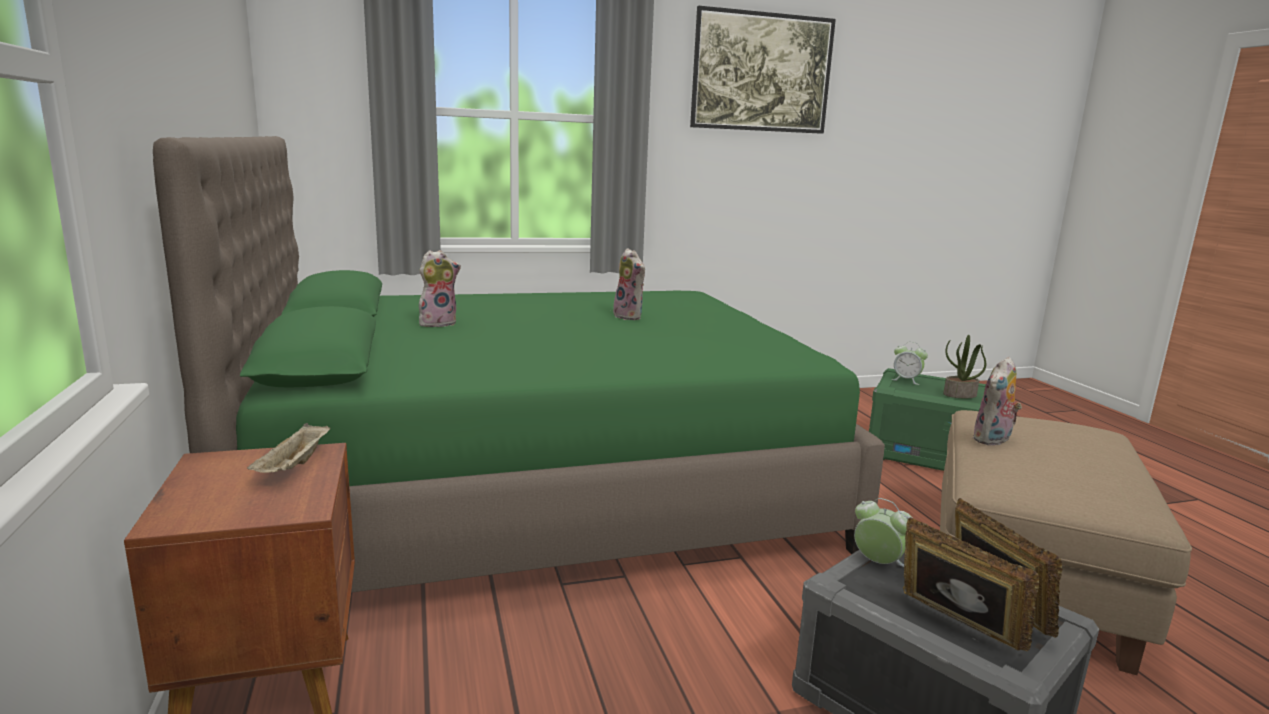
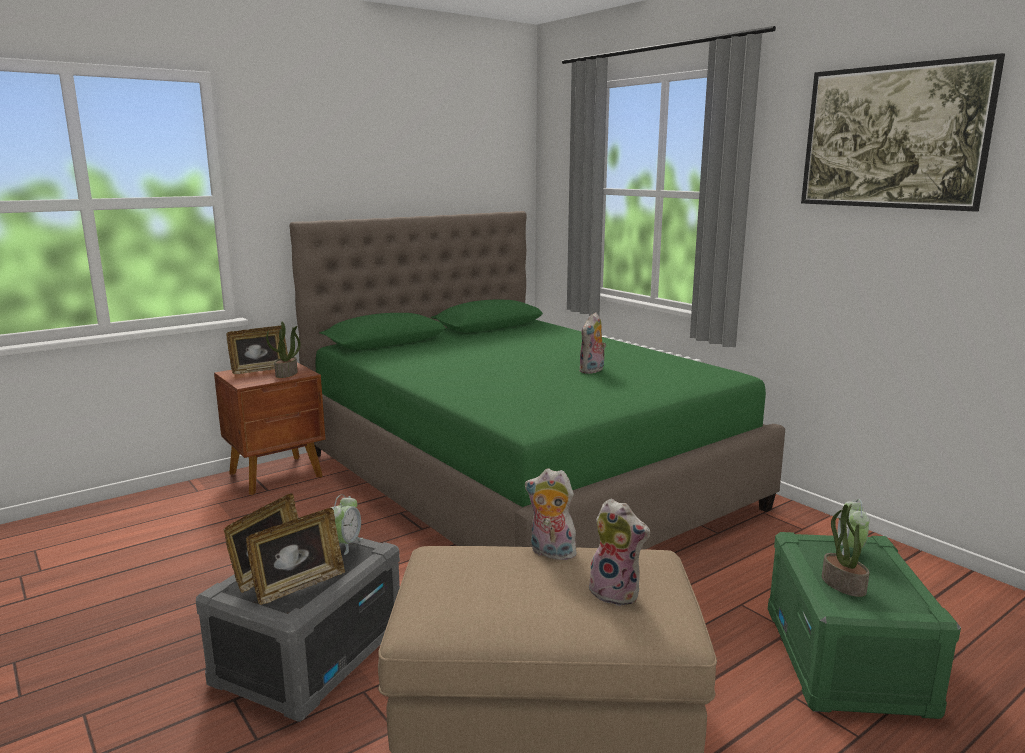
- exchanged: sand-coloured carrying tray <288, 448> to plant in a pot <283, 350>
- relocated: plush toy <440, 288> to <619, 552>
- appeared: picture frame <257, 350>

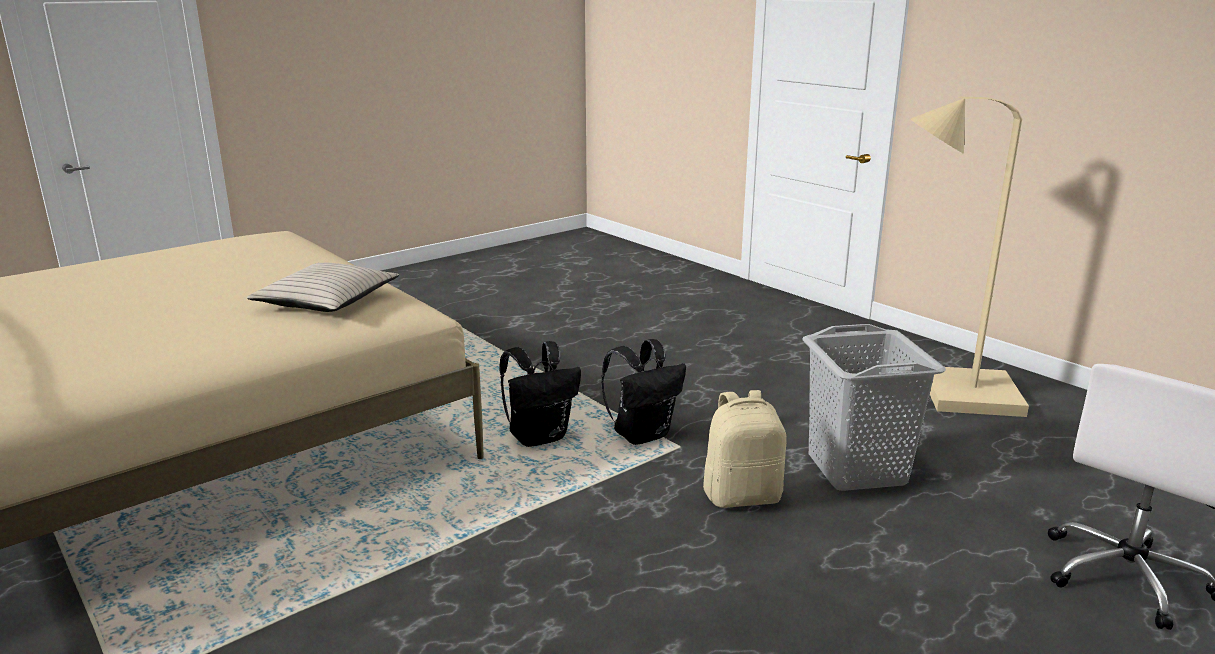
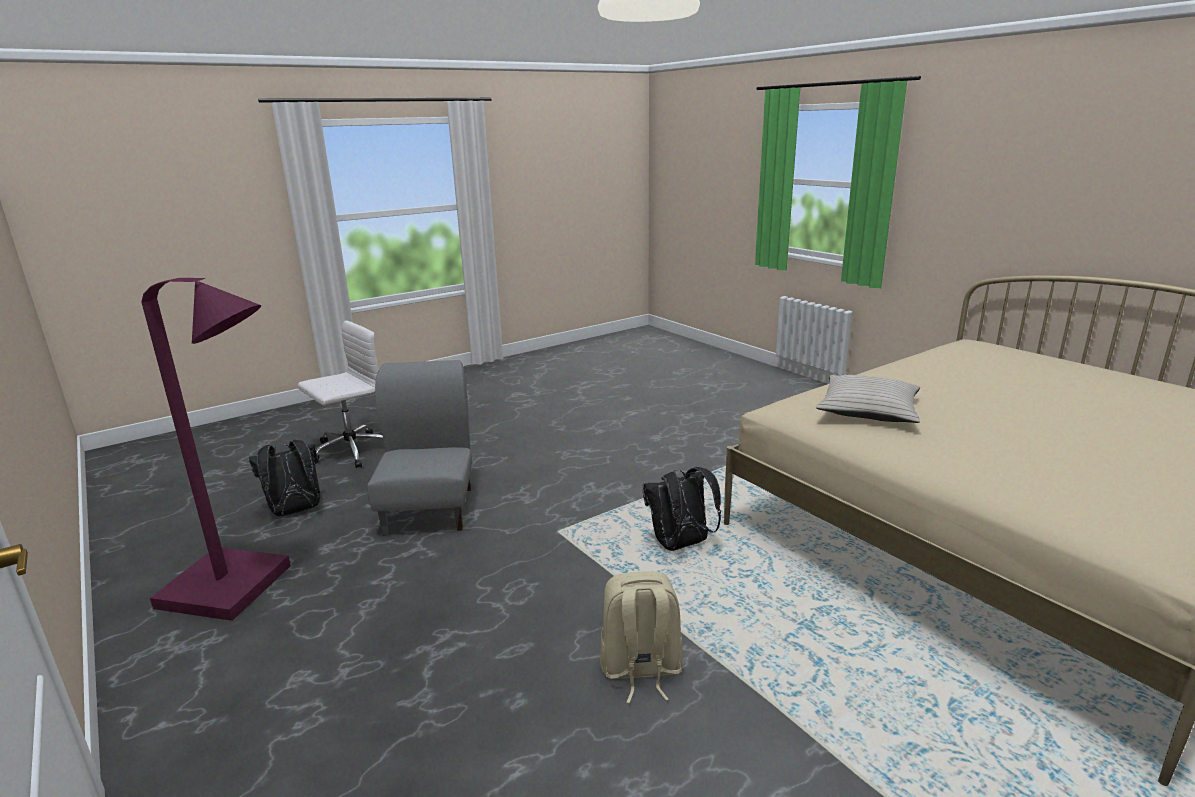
- relocated: blackish rucksack <643, 392> to <284, 478>
- relocated: sand-coloured rucksack <744, 449> to <641, 637>
- exchanged: gray laundry basket <874, 407> to gray upright chair <419, 448>
- colour: sand-coloured floor lamp <969, 257> to purple-coloured floor lamp <216, 449>

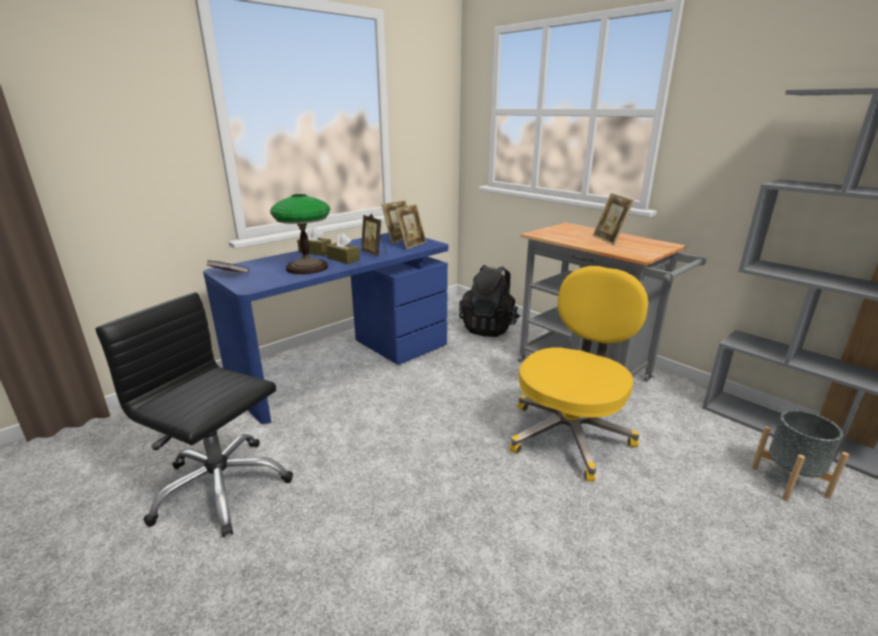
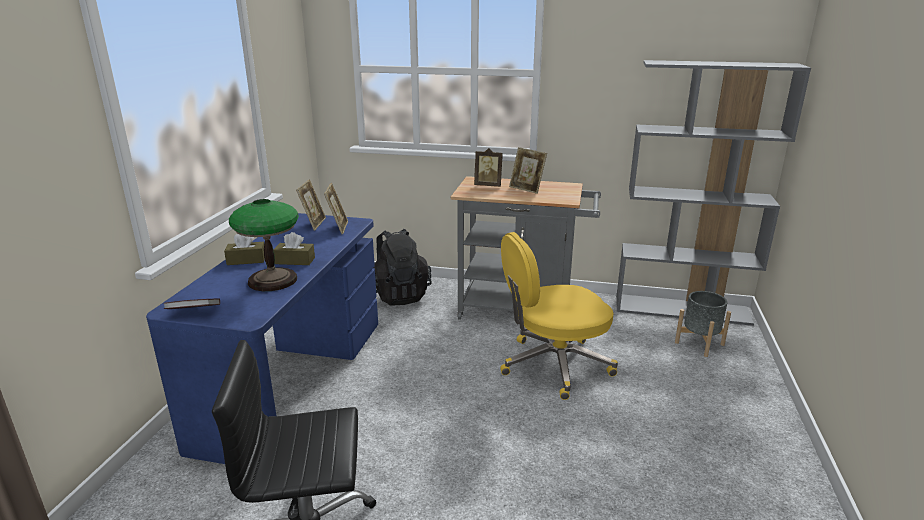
- relocated: picture frame <374, 234> to <488, 167>
- spun: yellow desk chair <579, 373> = <559, 316> 105 degrees counterclockwise

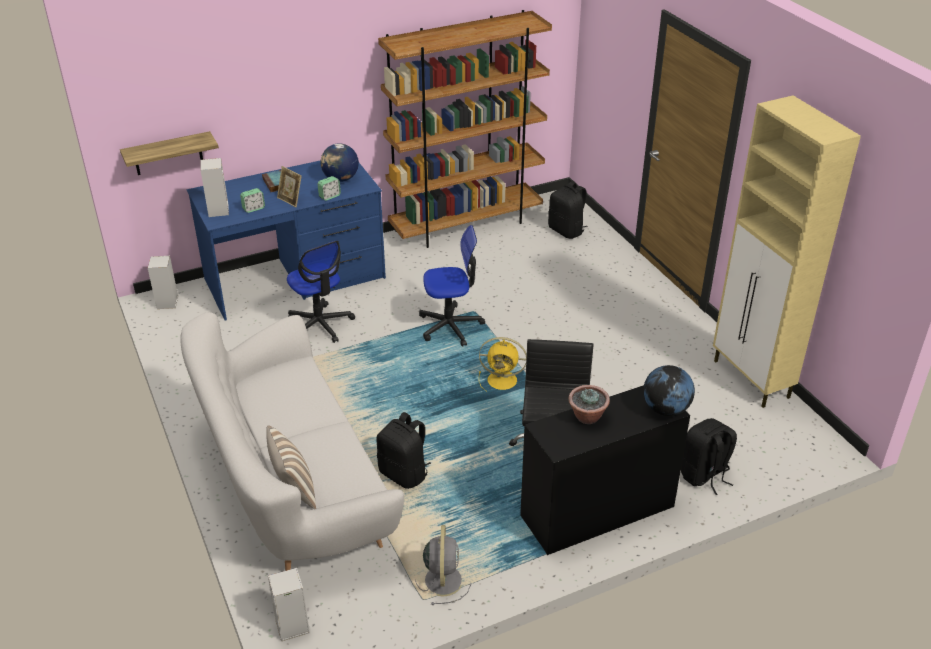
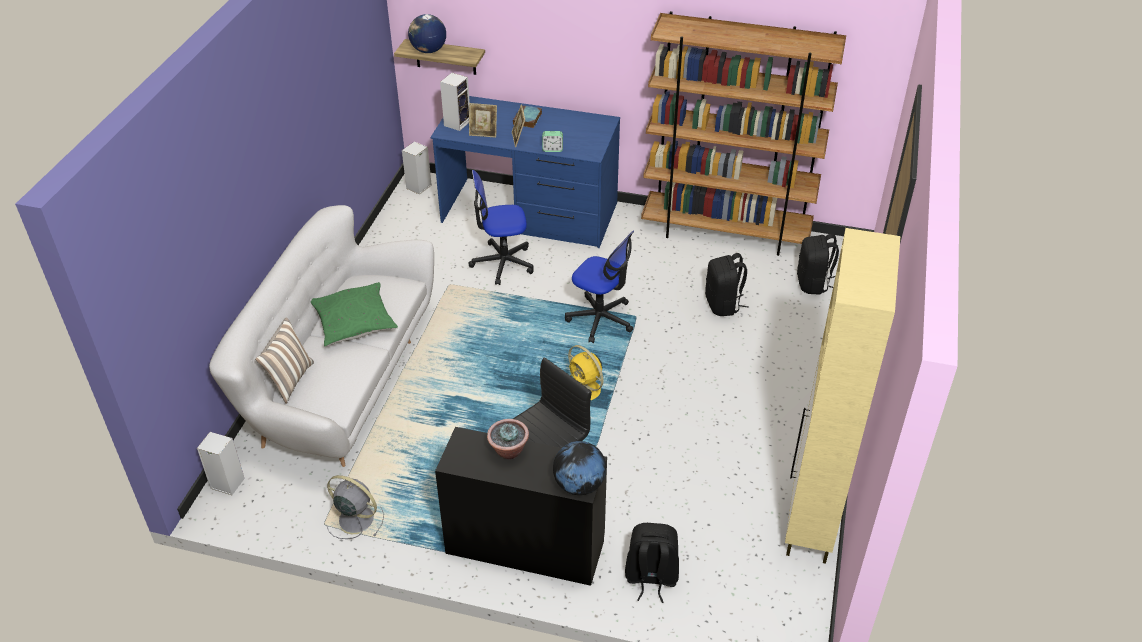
- exchanged: alarm clock <252, 200> to picture frame <483, 120>
- spun: desk chair <321, 291> = <501, 227> 75 degrees clockwise
- relocated: world globe <339, 162> to <427, 33>
- relocated: blackish rucksack <404, 450> to <727, 284>
- spun: gray electric fan <443, 565> = <355, 507> 105 degrees counterclockwise
- appeared: green pillow <354, 314>

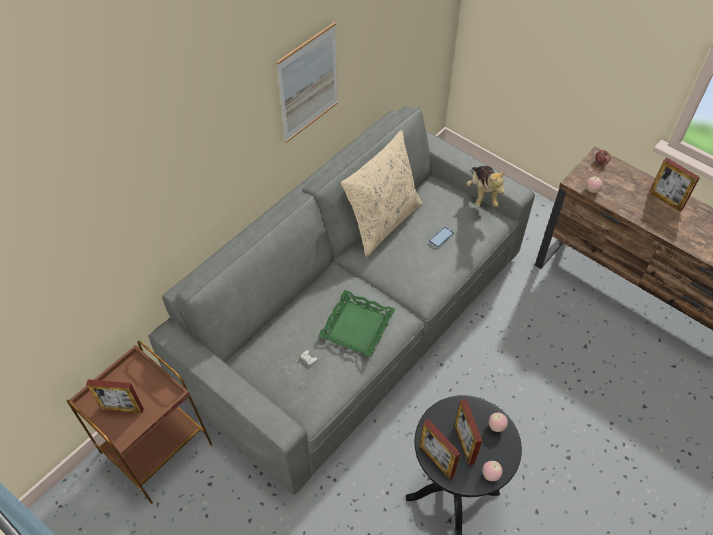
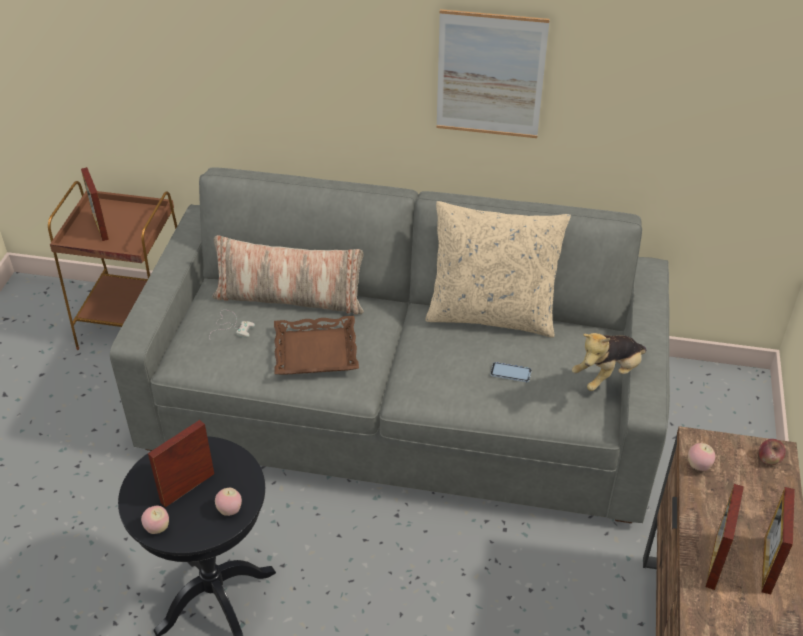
- colour: green carrying tray <356, 323> to brown-coloured carrying tray <316, 345>
- relocated: picture frame <440, 449> to <724, 537>
- appeared: pillow <288, 274>

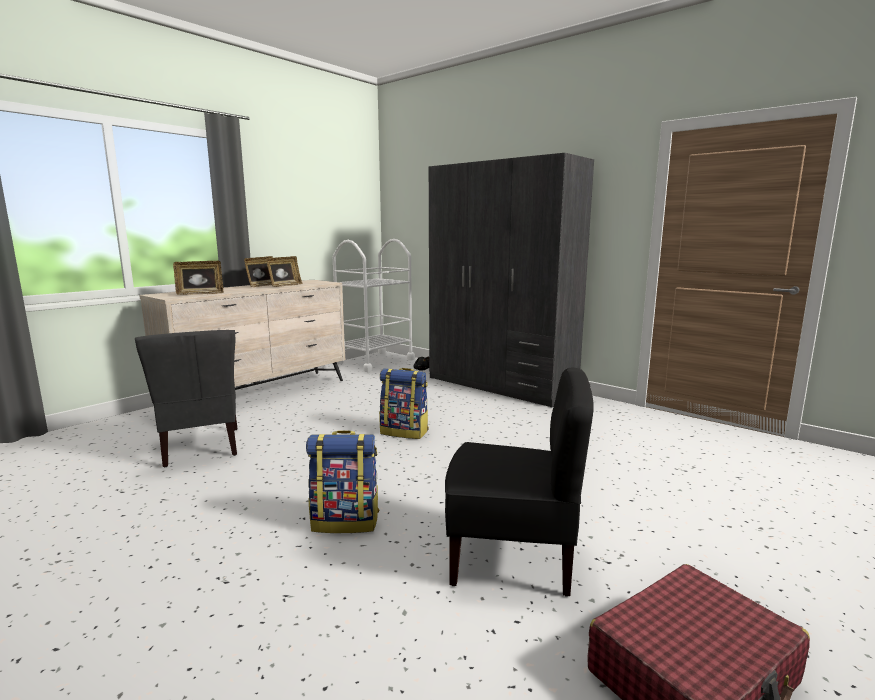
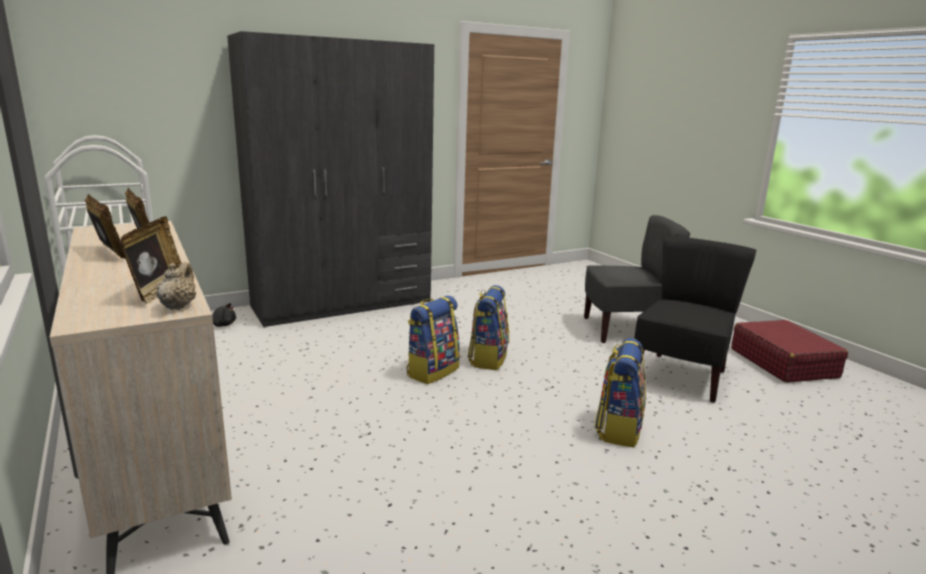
- relocated: gray upright chair <186, 398> to <637, 279>
- appeared: sand-coloured teapot <176, 286>
- appeared: rucksack <488, 327>

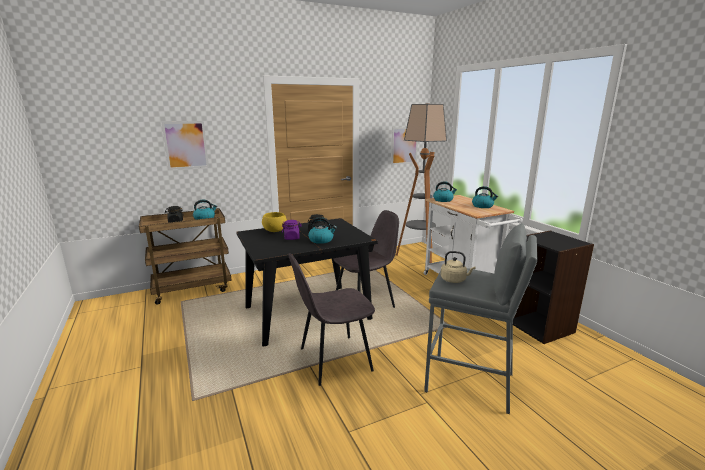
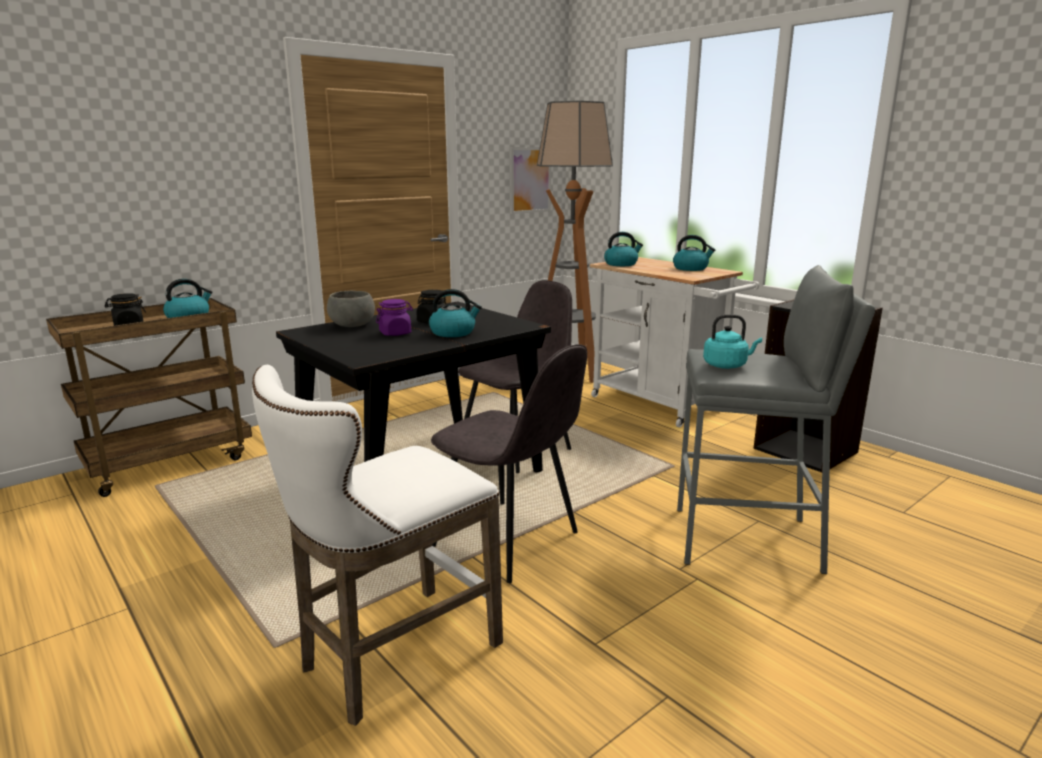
- missing: wall picture <185, 145>
- colour: yellow bowl <274, 222> to gray bowl <351, 309>
- spun: gray upright chair <331, 319> = <509, 463> 105 degrees counterclockwise
- colour: sand-coloured kettle <458, 267> to turquoise-coloured kettle <732, 341>
- appeared: whitish stool <377, 545>

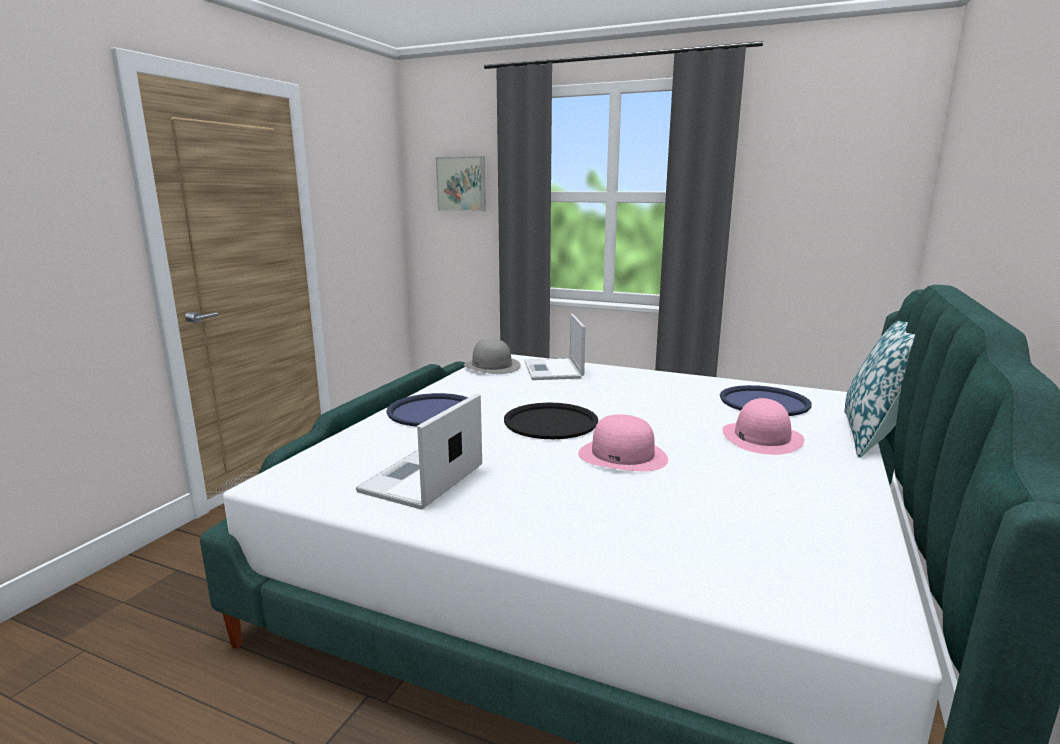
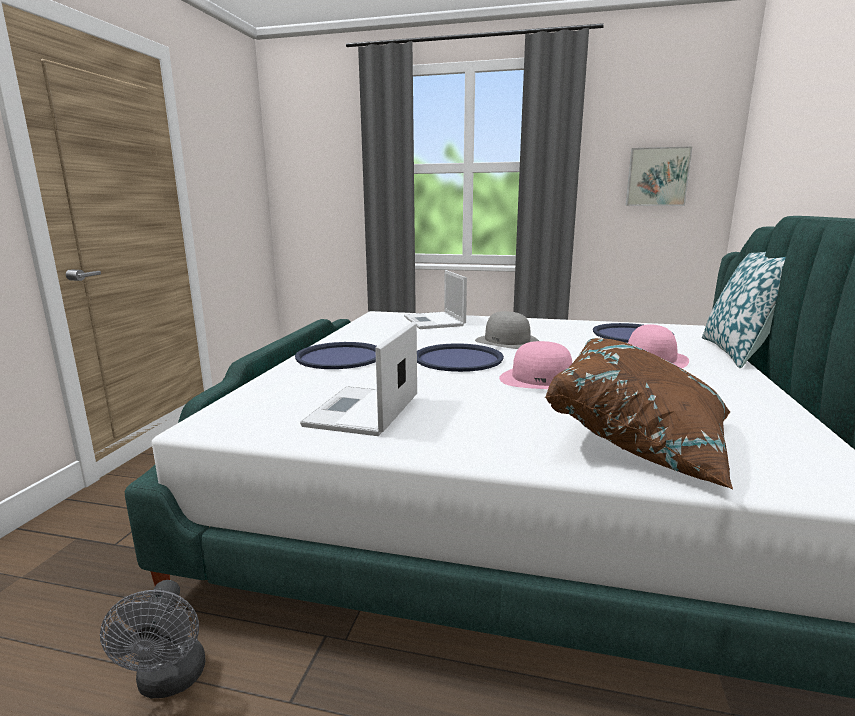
- relocated: wall picture <461, 183> to <659, 176>
- relocated: gray clothing hat <492, 356> to <507, 330>
- colour: blackish carrying tray <551, 421> to bluish carrying tray <460, 357>
- appeared: gray electric fan <153, 639>
- appeared: brown-coloured pillow <639, 413>

